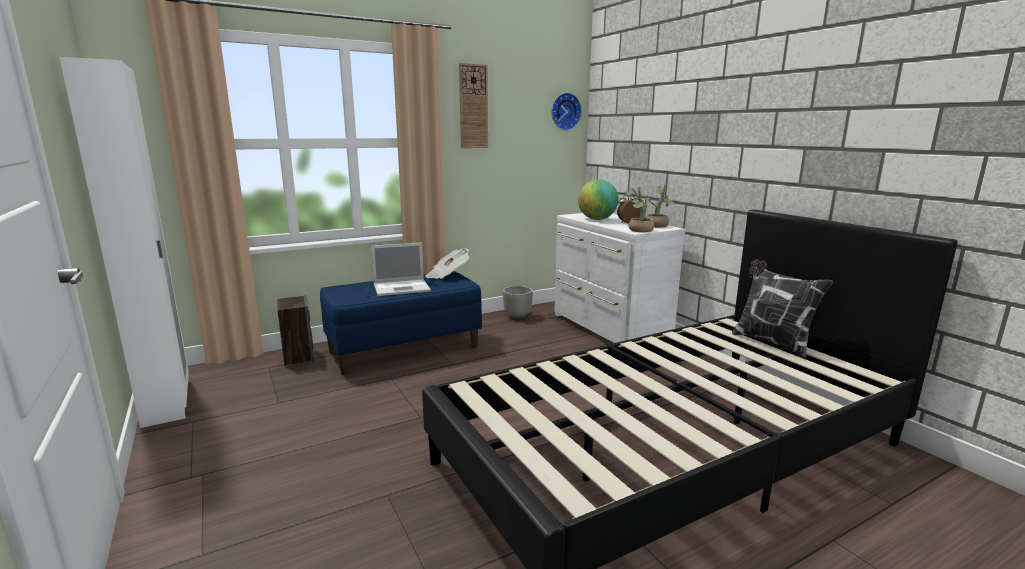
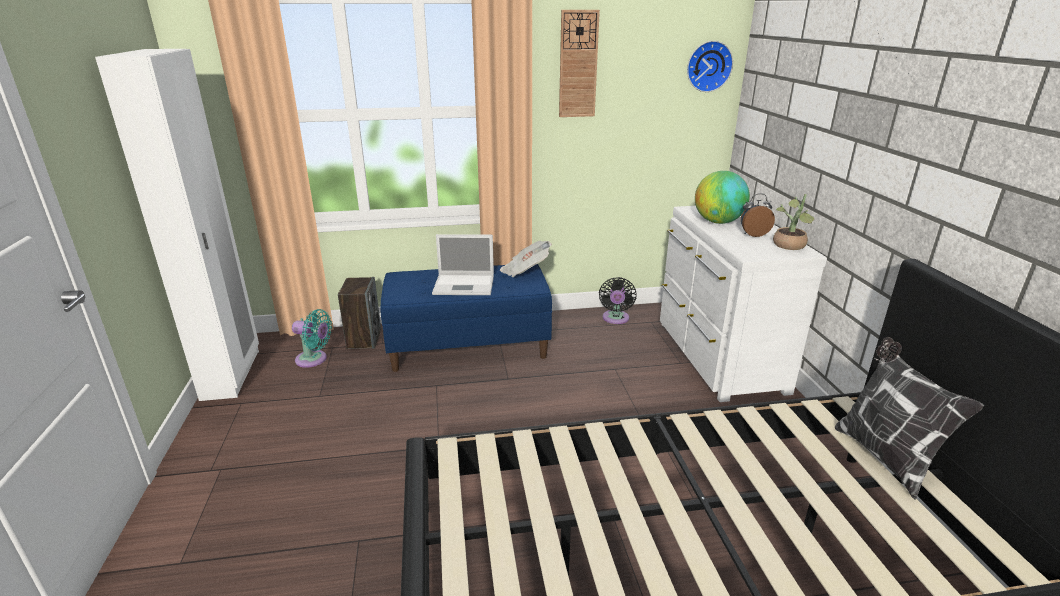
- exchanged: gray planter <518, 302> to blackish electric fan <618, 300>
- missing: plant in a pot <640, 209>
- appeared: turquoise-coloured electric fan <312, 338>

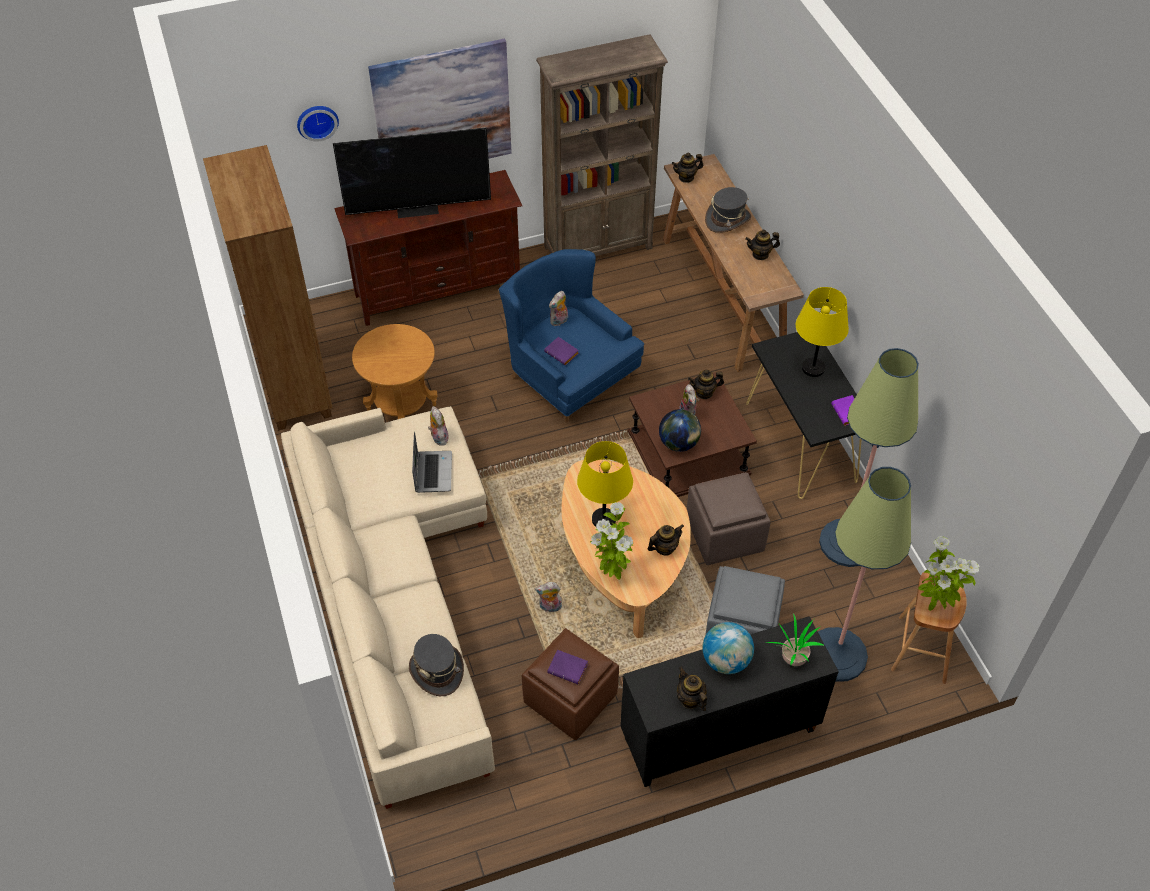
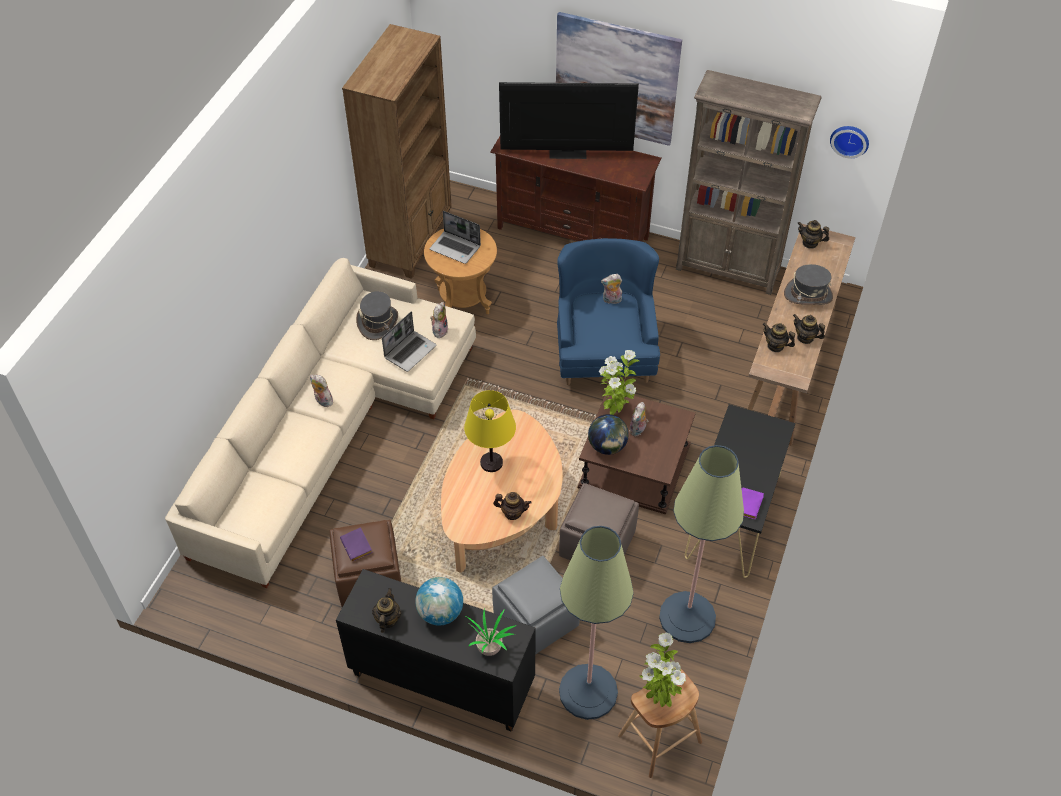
- relocated: hanging clock <318, 124> to <849, 142>
- spun: TV set <412, 172> = <569, 120> 150 degrees clockwise
- relocated: gray clothing hat <436, 665> to <377, 315>
- relocated: plush toy <548, 597> to <321, 391>
- missing: purple-coloured book <561, 351>
- relocated: plant in a pot <611, 541> to <619, 382>
- relocated: teapot <706, 384> to <778, 337>
- missing: yellow lamp for a table <822, 332>
- appeared: notebook computer <455, 237>

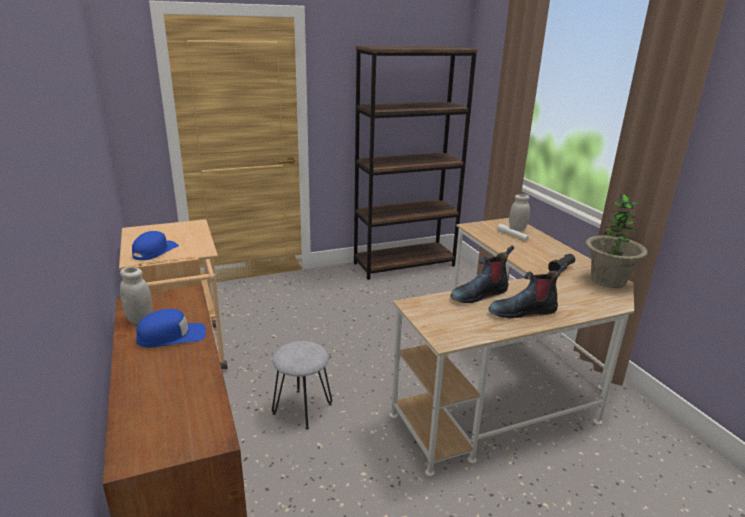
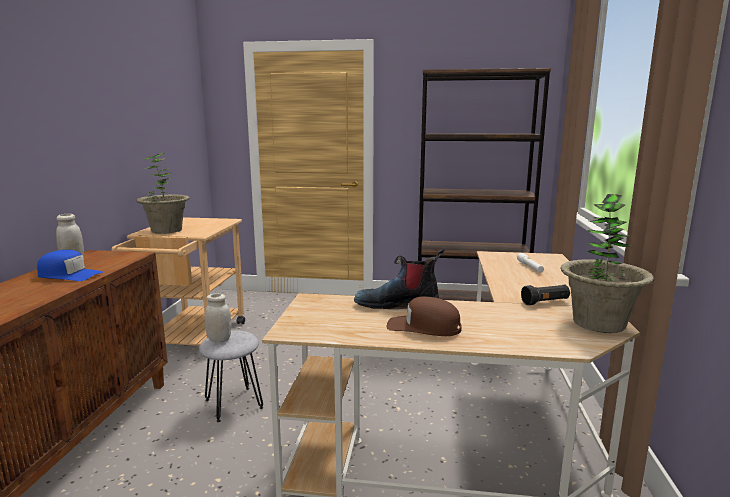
- exchanged: bluish peaked cap <155, 245> to plant in a pot <163, 193>
- exchanged: high-top boot <527, 291> to brown-coloured peaked cap <424, 316>
- relocated: whitish jar <519, 212> to <218, 318>

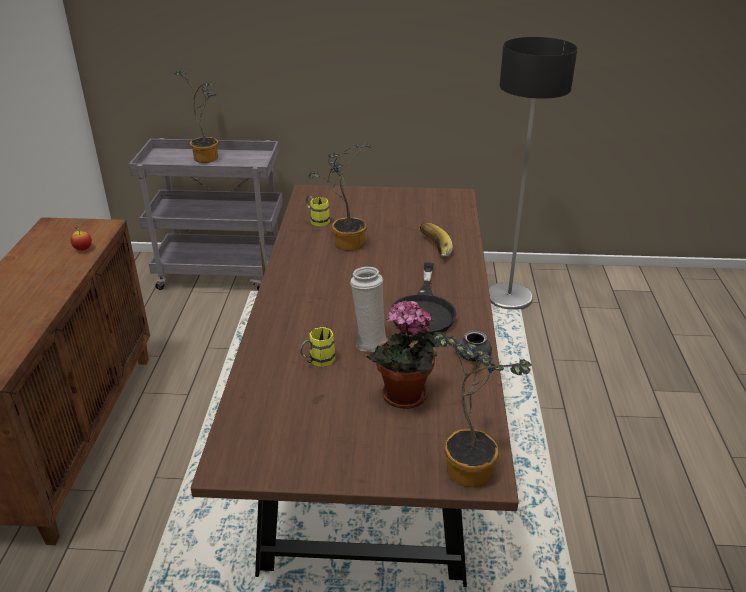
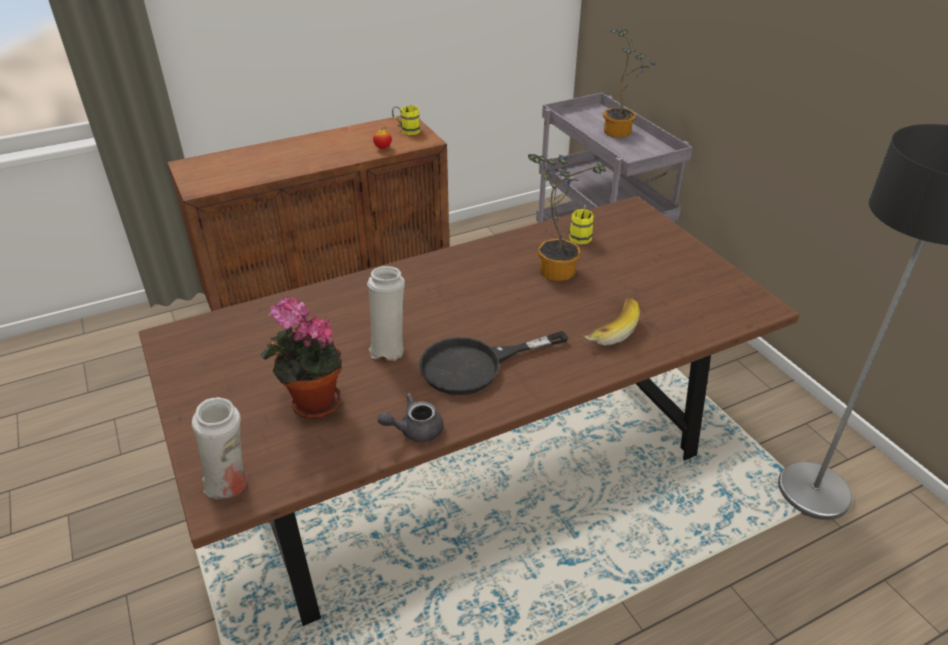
- relocated: yellow mug <317, 347> to <406, 120>
- exchanged: plant in a pot <483, 409> to whitish vase <219, 448>

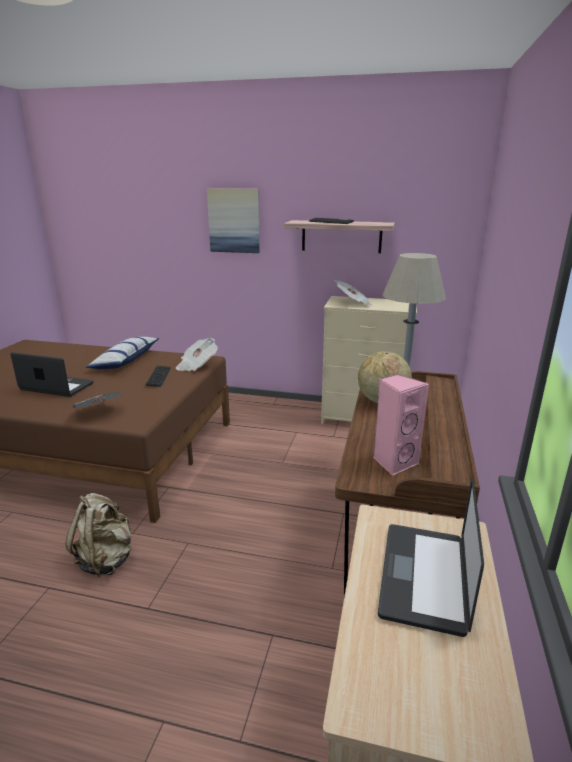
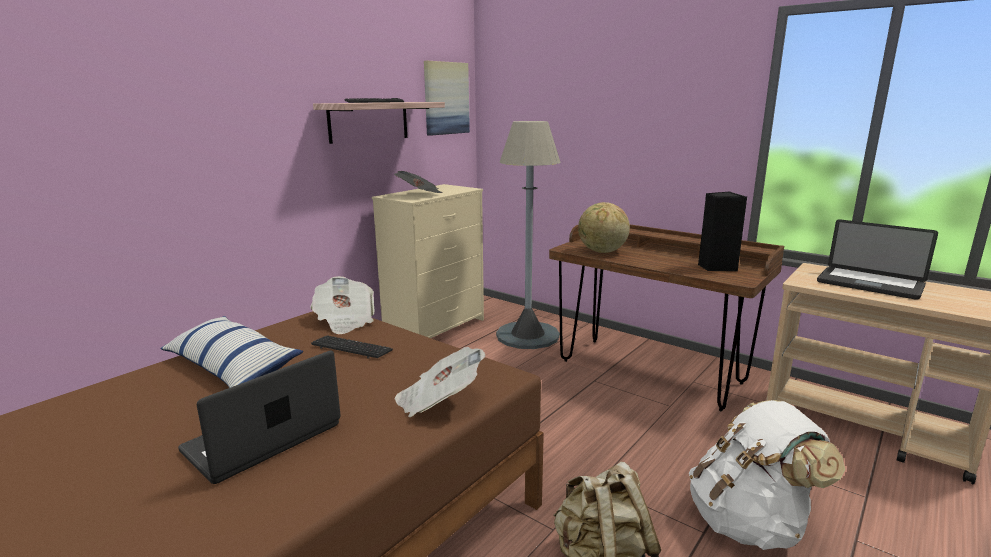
- relocated: wall picture <233, 220> to <447, 98>
- colour: pink-coloured loudspeaker <401, 425> to blackish loudspeaker <722, 231>
- appeared: whitish rucksack <767, 475>

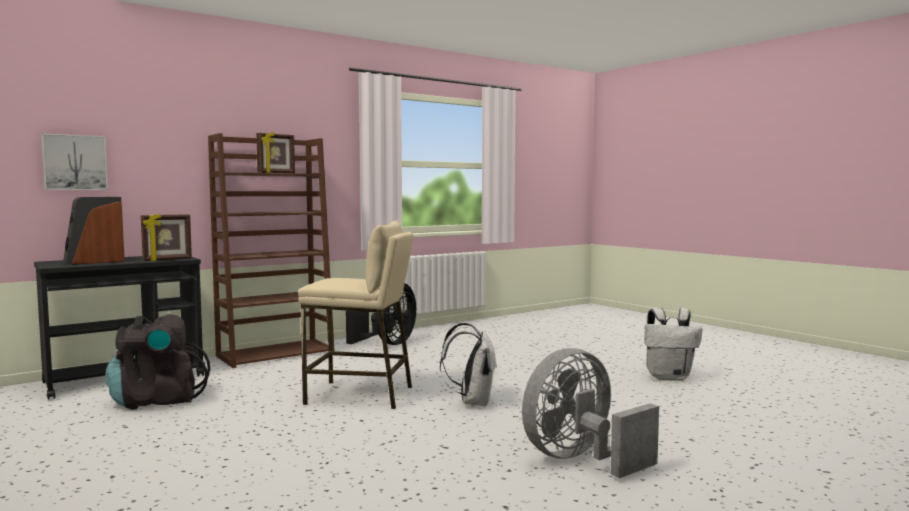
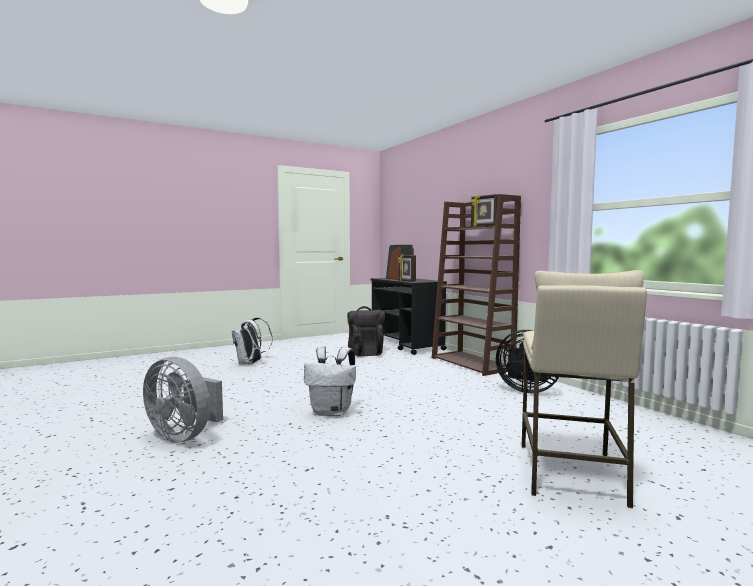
- missing: wall picture <74, 161>
- relocated: sand-coloured stool <356, 315> to <584, 389>
- spun: gray electric fan <590, 413> = <183, 400> 150 degrees clockwise
- relocated: whitish rucksack <673, 344> to <252, 340>

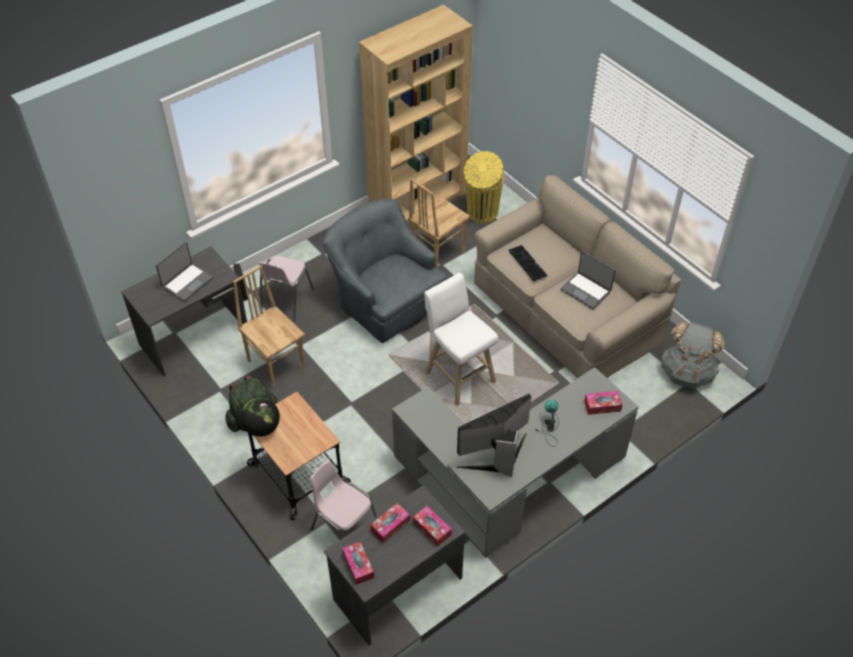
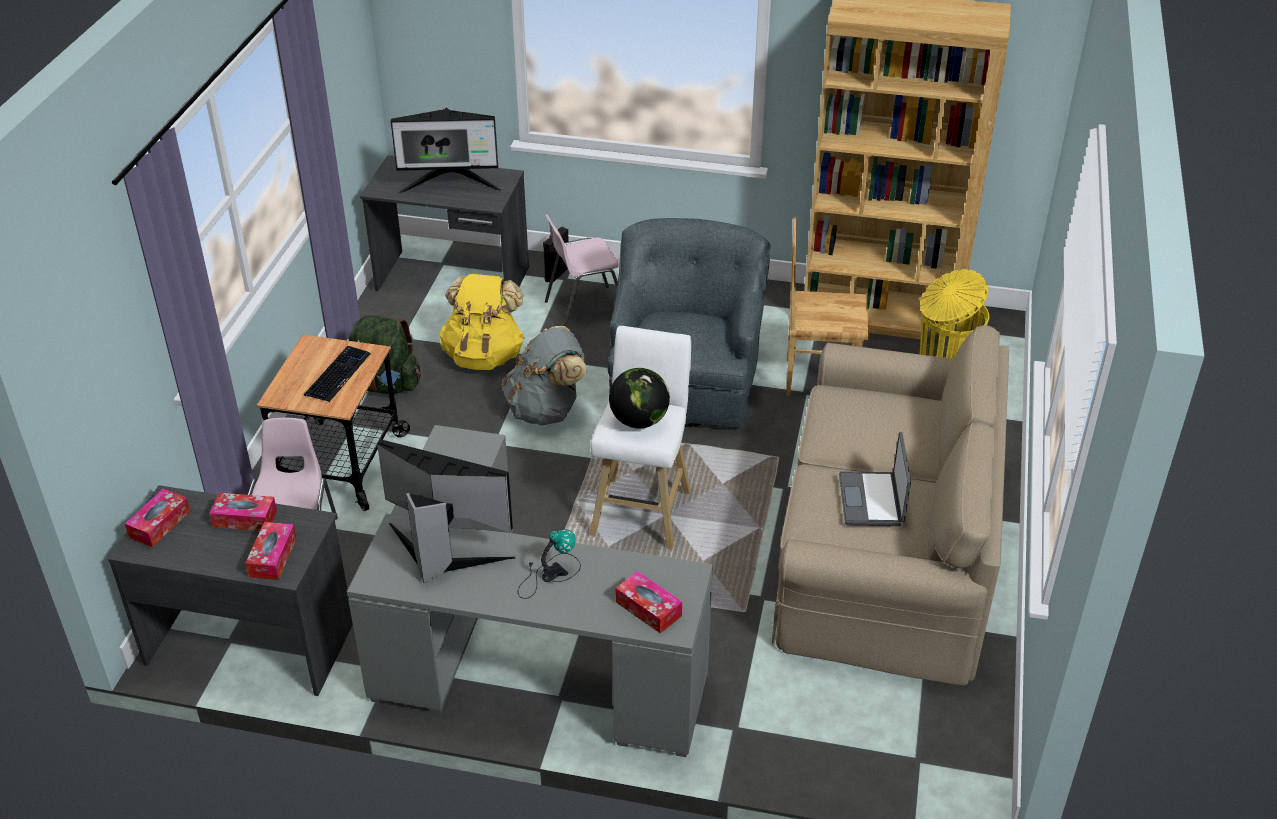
- exchanged: notebook computer <184, 272> to monitor <446, 149>
- exchanged: brown-coloured upright chair <269, 326> to yellow rucksack <482, 322>
- relocated: world globe <260, 417> to <639, 398>
- relocated: keyboard <528, 263> to <337, 374>
- relocated: gray rucksack <692, 355> to <544, 376>

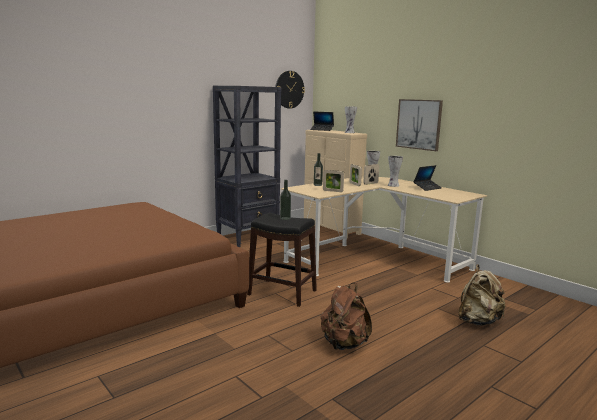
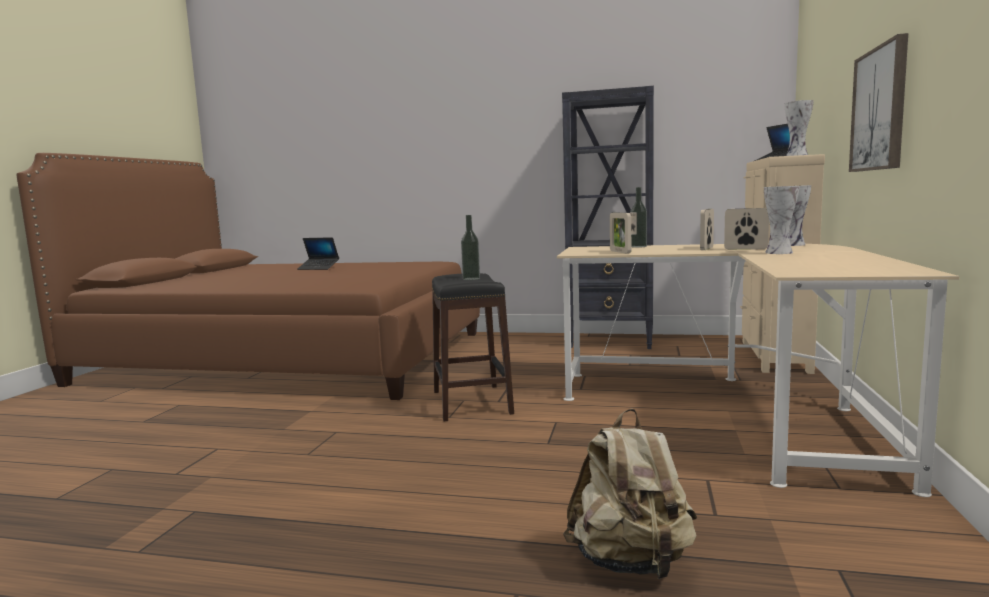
- missing: hanging clock <290, 90>
- missing: brown-coloured rucksack <346, 316>
- relocated: notebook computer <427, 178> to <318, 253>

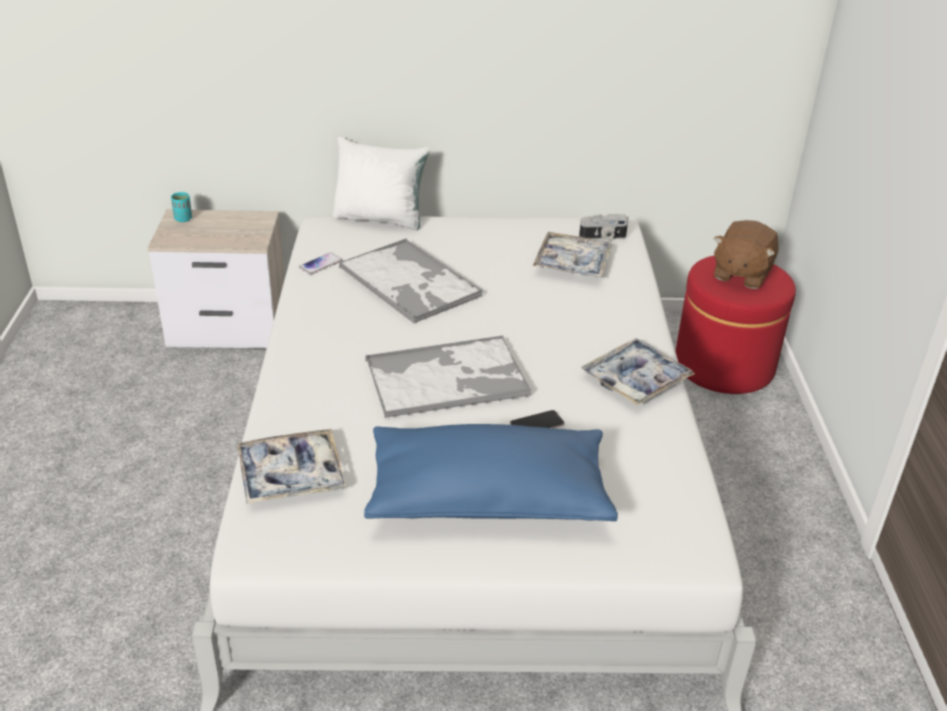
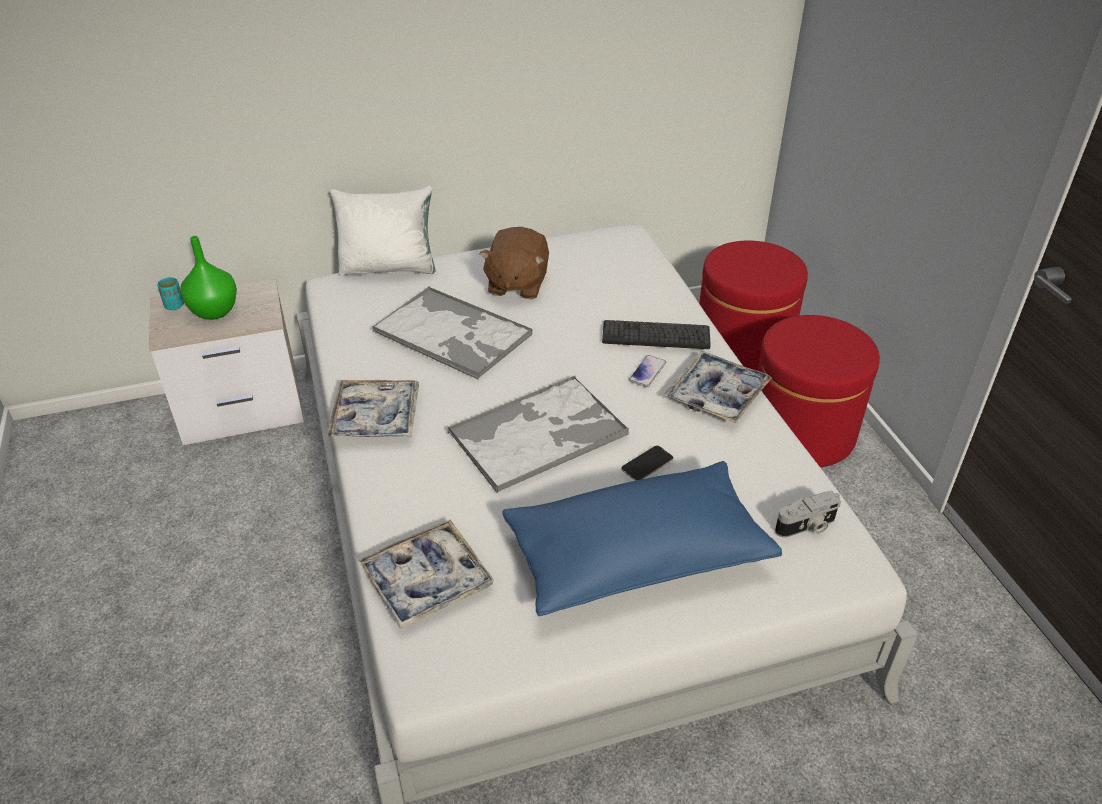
- relocated: phone <320, 264> to <647, 371>
- relocated: carrying tray <572, 254> to <373, 408>
- relocated: photo camera <603, 227> to <808, 514>
- relocated: brown-coloured plush toy <746, 254> to <514, 263>
- appeared: green vase <208, 278>
- appeared: keyboard <656, 334>
- appeared: red footrest <818, 391>

